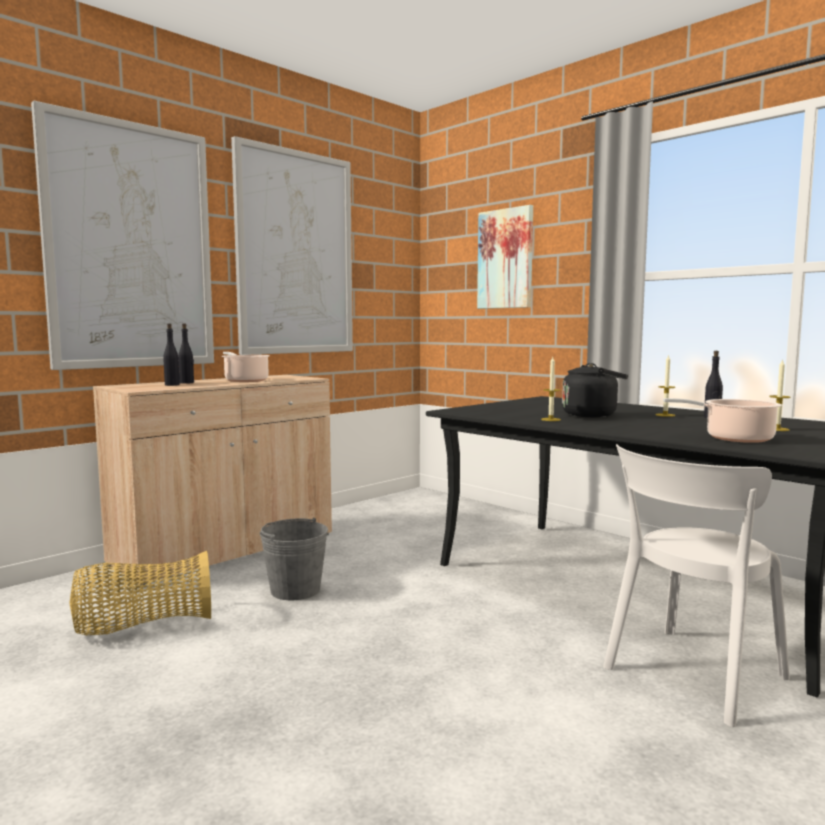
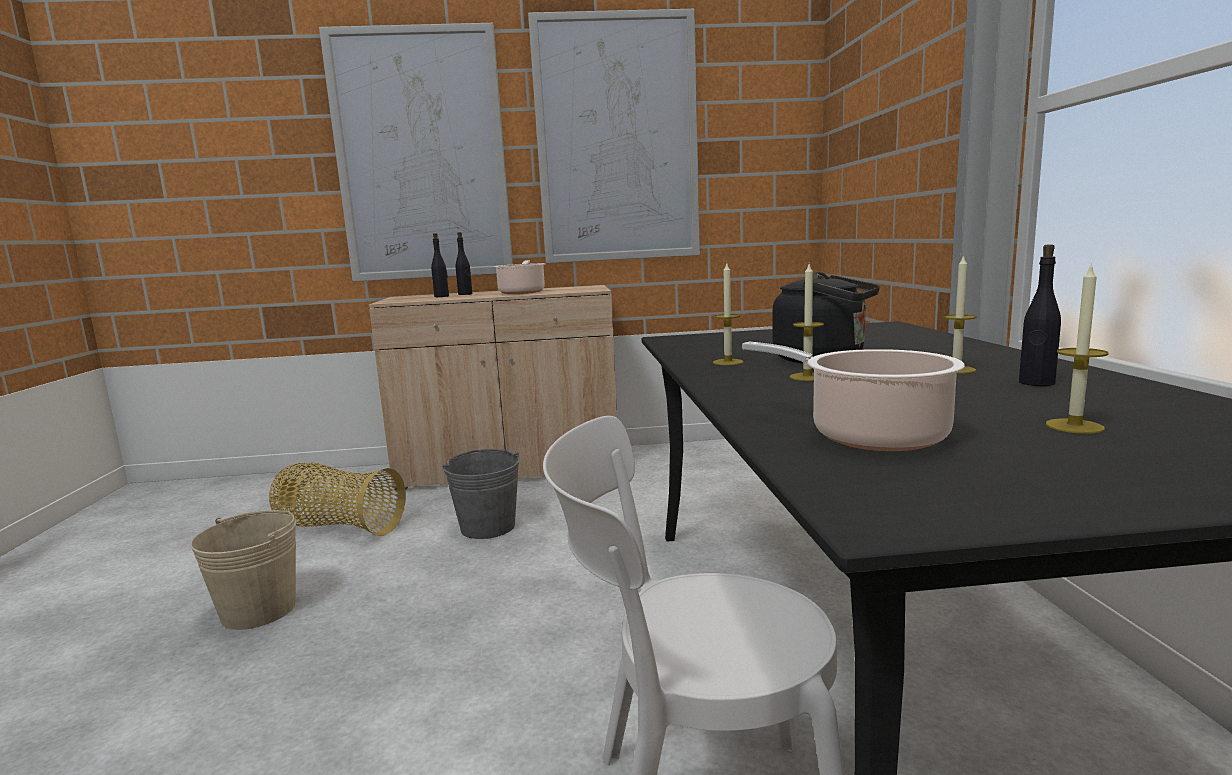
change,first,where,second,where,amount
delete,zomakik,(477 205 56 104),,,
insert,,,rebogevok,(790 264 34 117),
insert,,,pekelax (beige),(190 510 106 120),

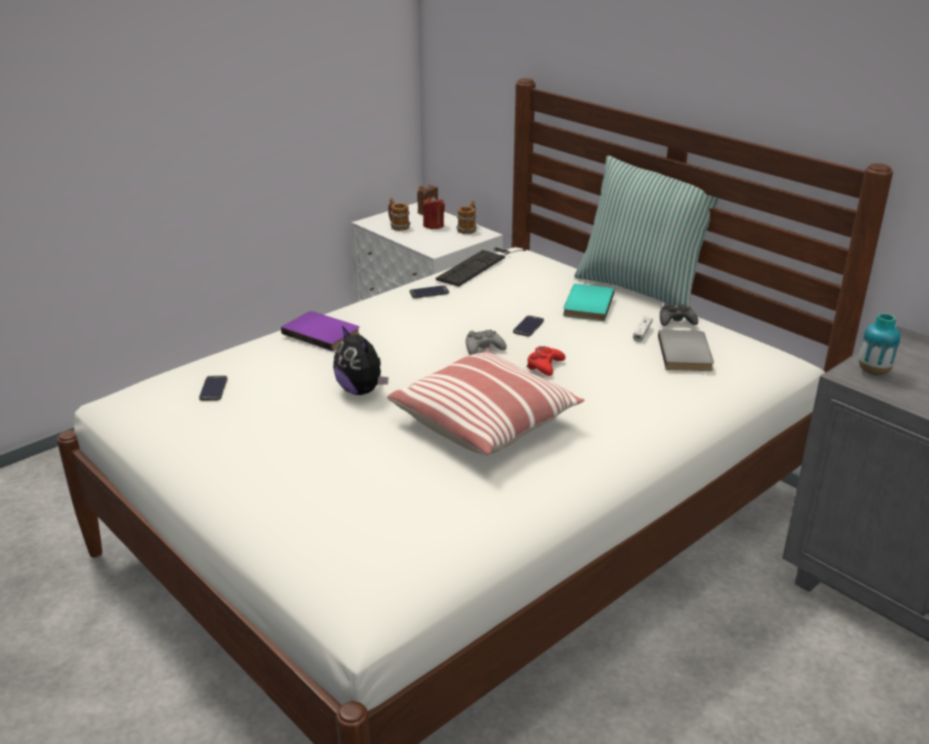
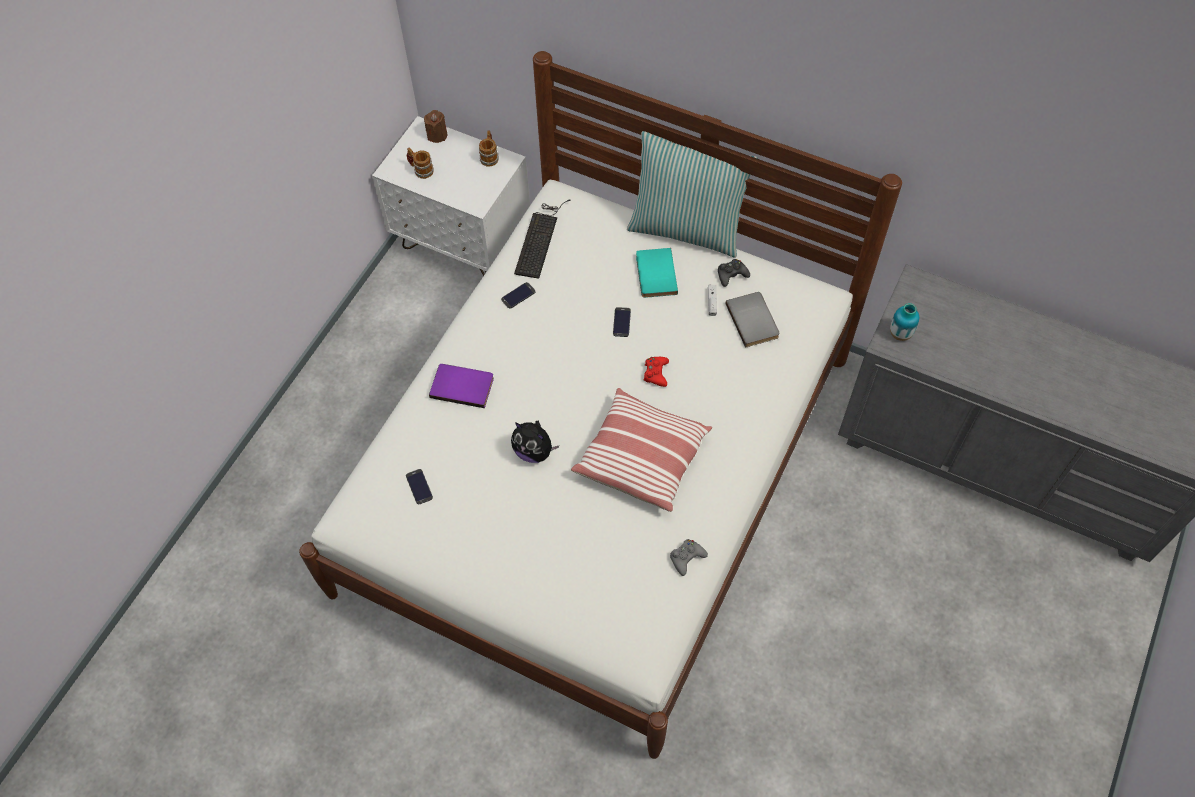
change,first,where,second,where,amount
delete,rebogevok (red),(423 196 22 33),,,
move,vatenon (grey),(466 329 41 26),,(670 539 38 37),

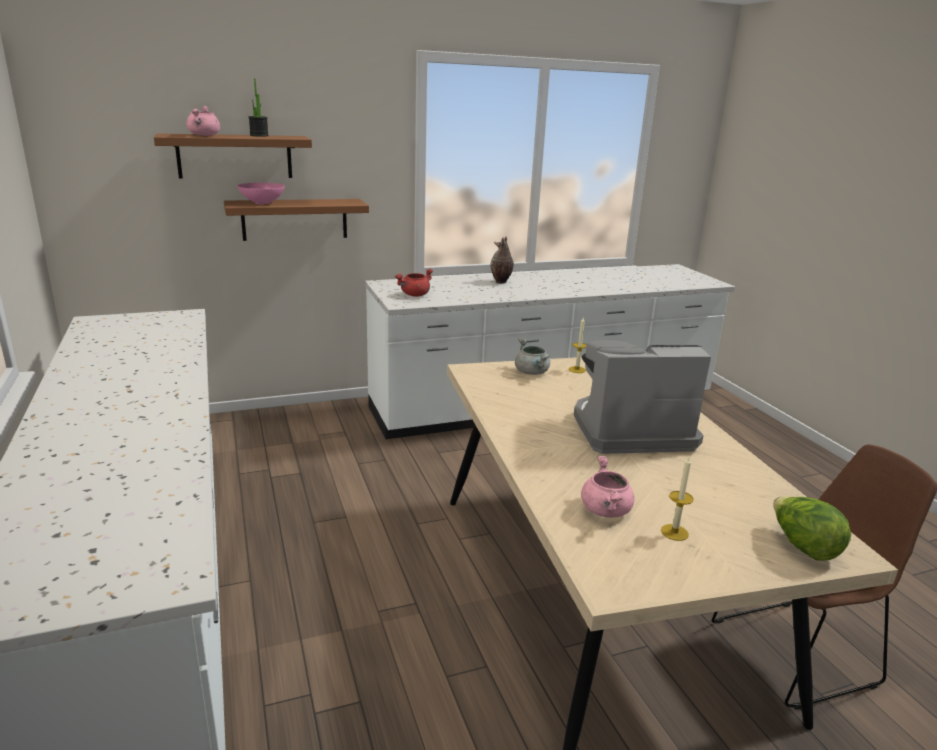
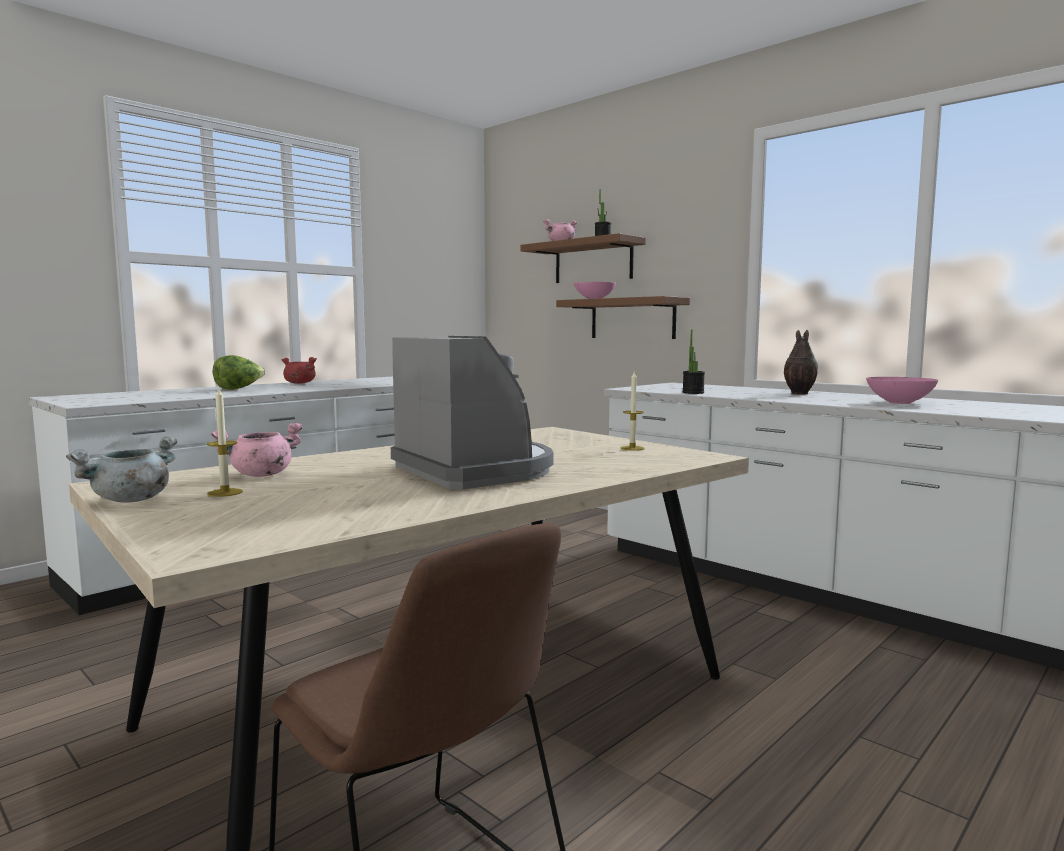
change,first,where,second,where,amount
move,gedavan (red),(395 269 38 28),,(281 357 36 27),
move,gedavan (grey),(515 338 35 37),,(66 436 112 67),
move,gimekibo,(773 496 78 65),,(213 355 53 35),
insert,,,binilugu,(682 329 23 65),
insert,,,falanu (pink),(866 377 73 27),

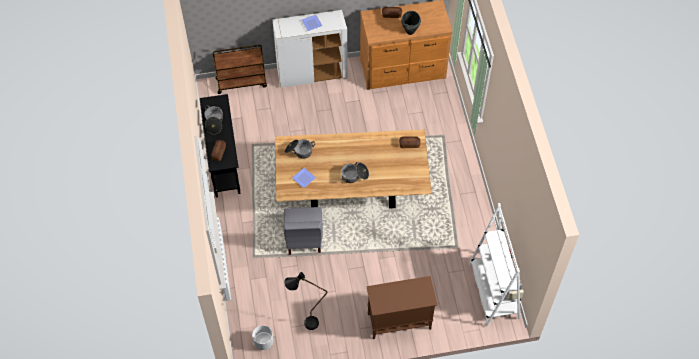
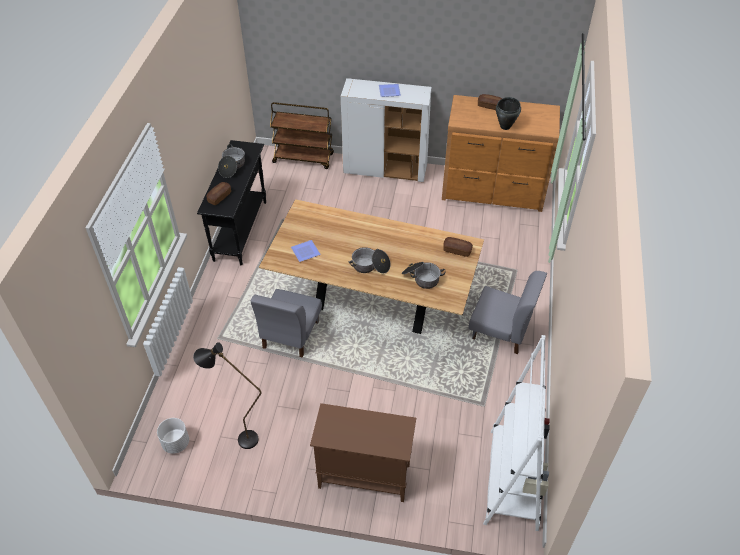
change,first,where,second,where,amount
move,gedavan,(285 139 30 20),,(402 262 44 27),
insert,,,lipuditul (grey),(469 271 78 83),

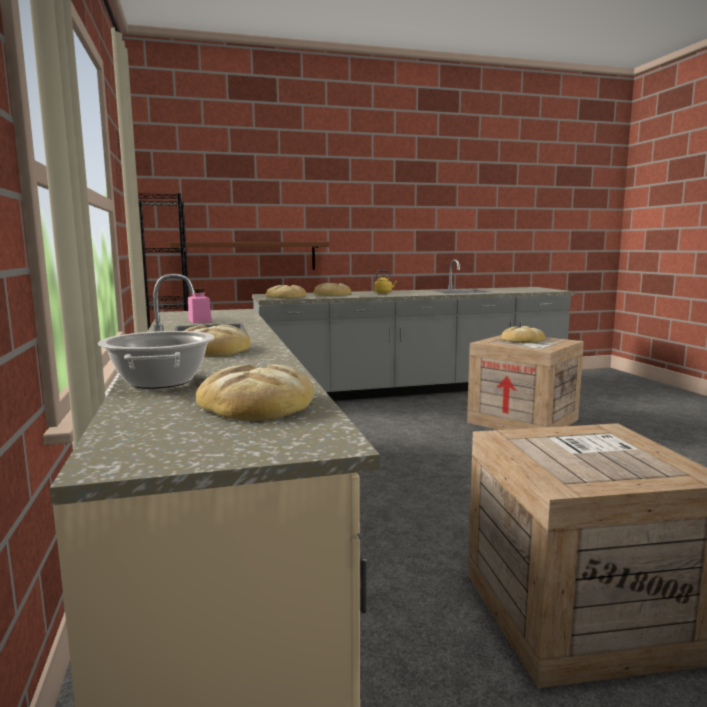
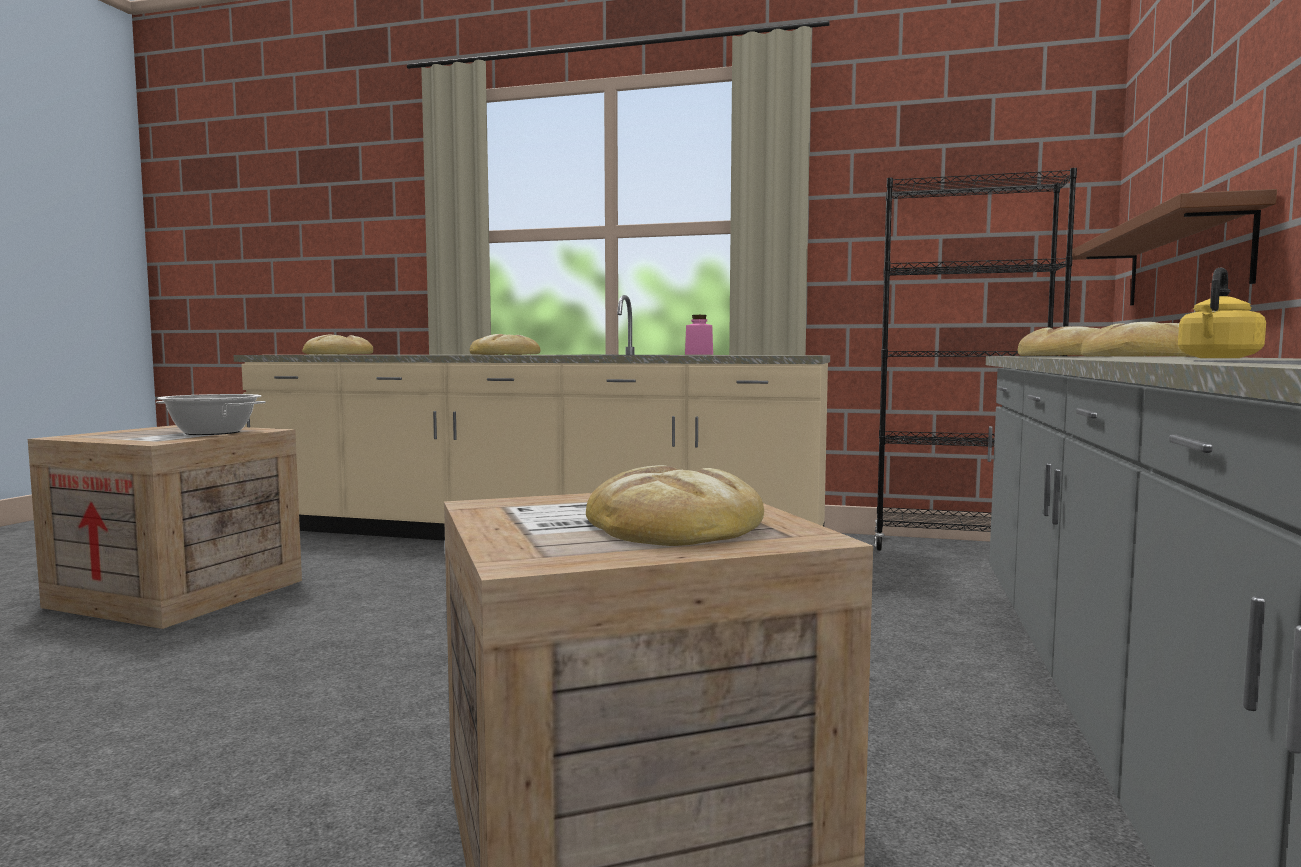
change,first,where,second,where,amount
move,gedavan,(98 331 116 58),,(156 394 110 41),

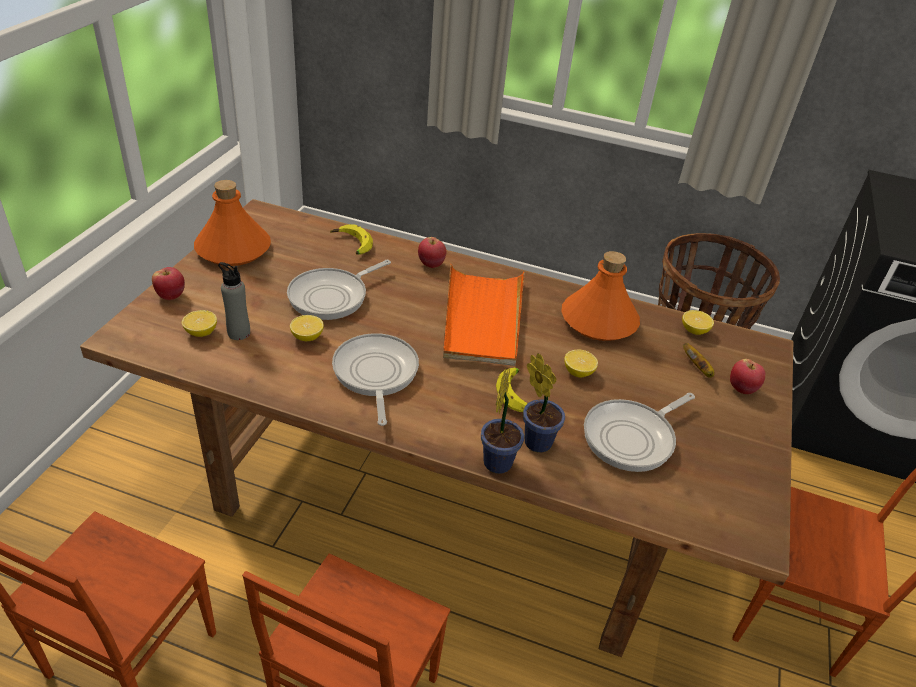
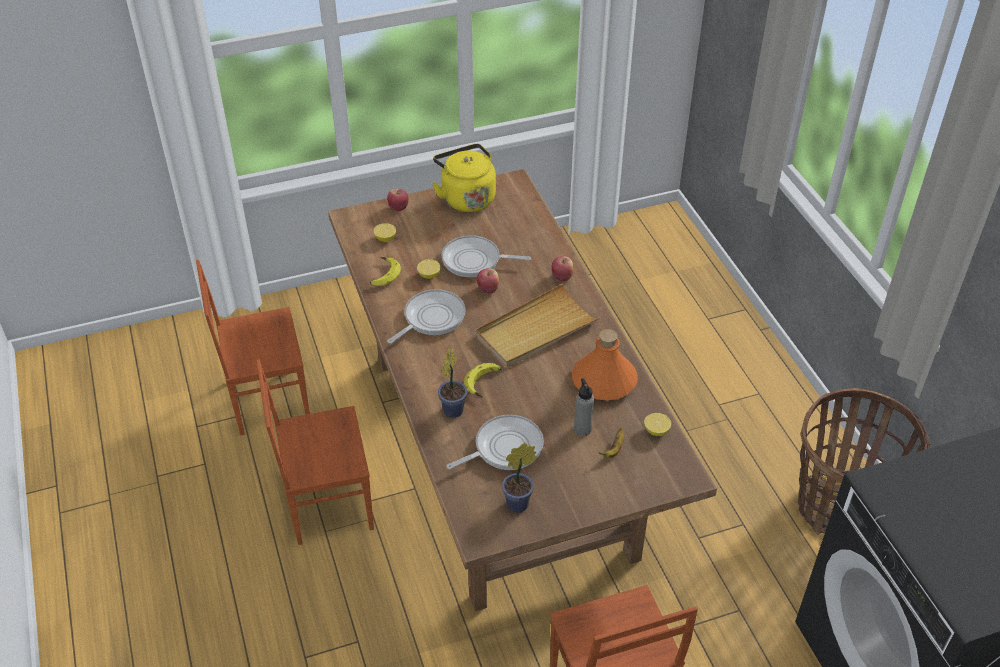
change,first,where,second,where,amount
replace,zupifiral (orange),(194 180 77 86),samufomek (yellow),(432 144 64 68),
move,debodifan,(330 224 43 31),,(370 257 31 29),
move,zupifiral (grey),(218 262 32 78),,(574 378 20 58),
recolor,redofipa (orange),(443 264 82 102),redofipa (beige),(476 283 124 84),
delete,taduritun,(564 349 34 29),,,
move,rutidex,(730 359 36 35),,(477 268 22 26),
move,binilugu,(481 368 43 106),,(502 443 35 70),
rotate,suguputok,(584 393 111 79),,(446 415 98 55),135 degrees clockwise

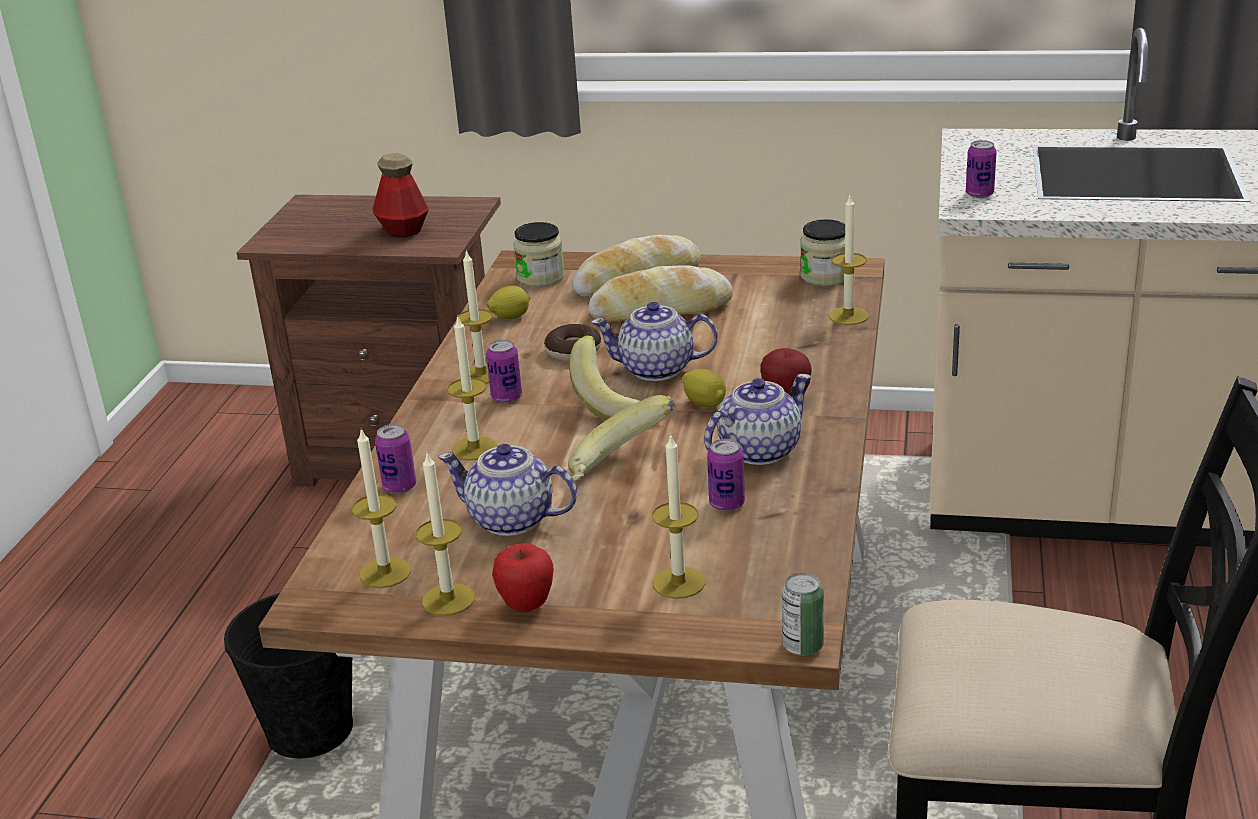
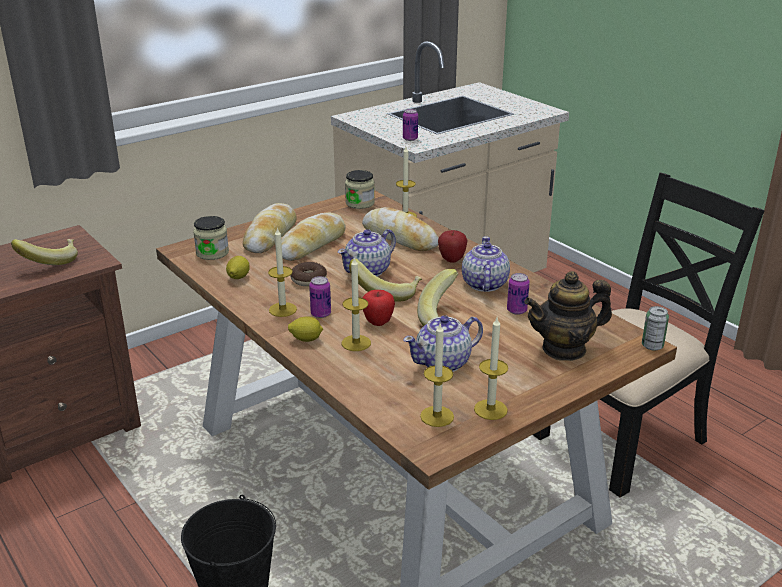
change,first,where,second,where,amount
replace,zupifiral,(373 153 55 84),debodifan,(11 239 67 26),
move,taduritun,(682 368 44 39),,(288 316 35 26),
delete,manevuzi,(375 424 41 70),,,
replace,rebogevok,(652 433 53 166),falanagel,(524 271 88 90),
move,rutidex,(492 543 61 69),,(363 290 32 36),
insert,,,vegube,(362 207 77 44),

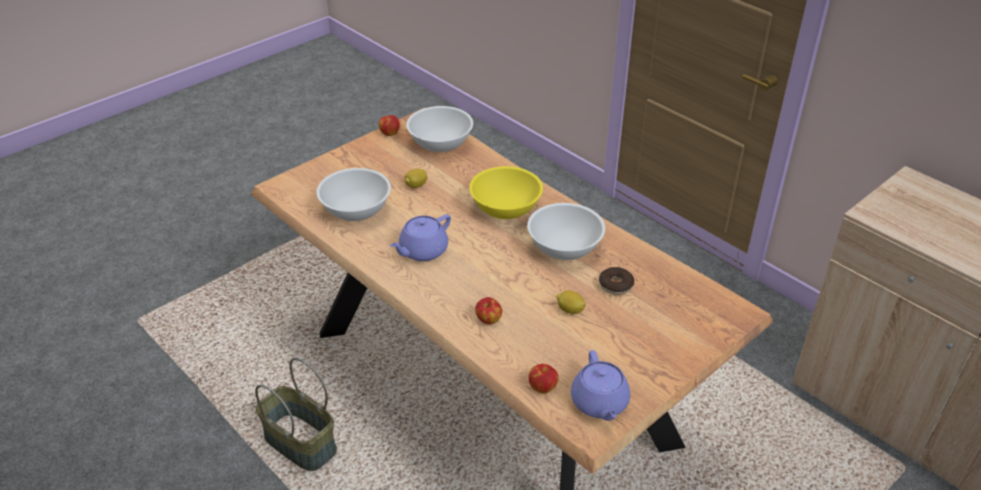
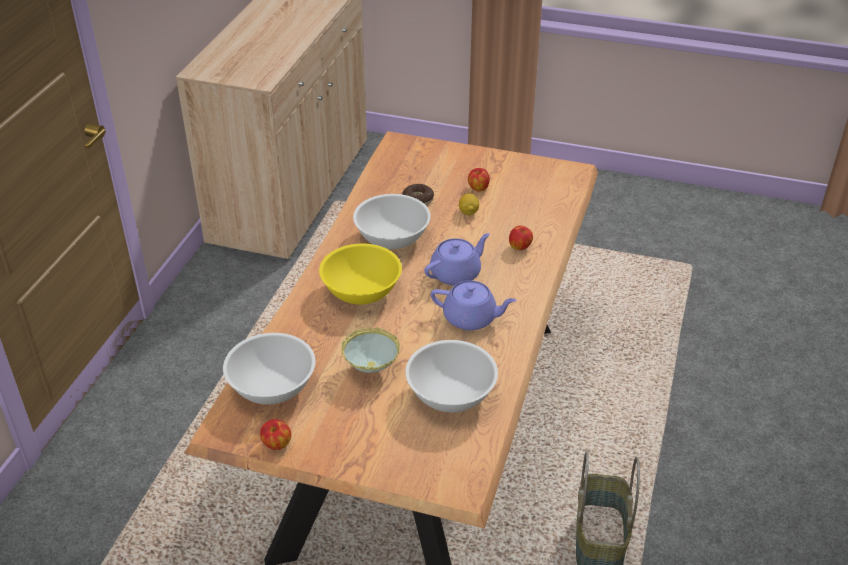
change,first,where,second,where,amount
replace,taduritun,(404 169 23 19),falanu,(341 327 59 46),
move,falanagel (purple),(571 350 59 71),,(424 233 66 53),
move,rutidex,(529 364 29 30),,(468 168 22 24),

